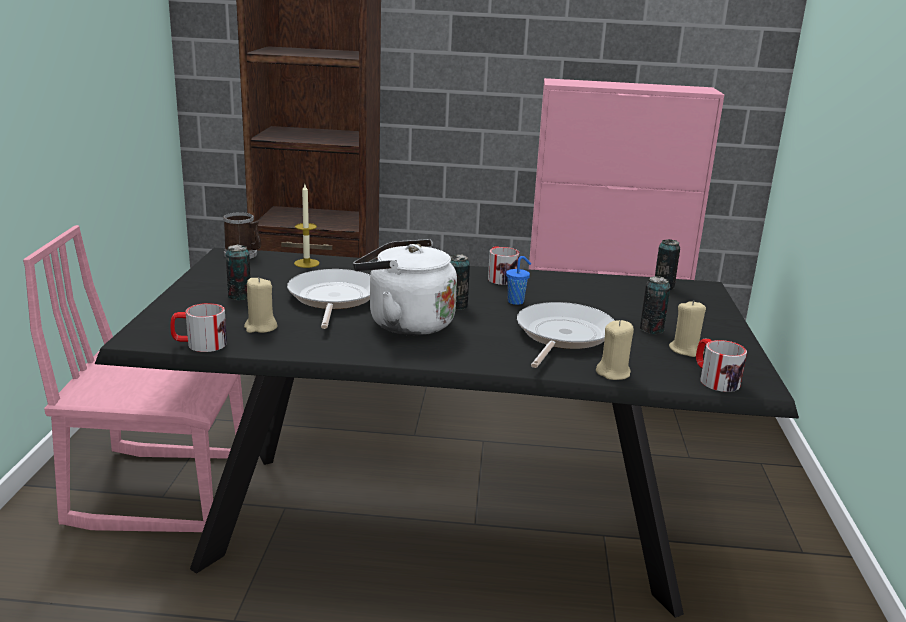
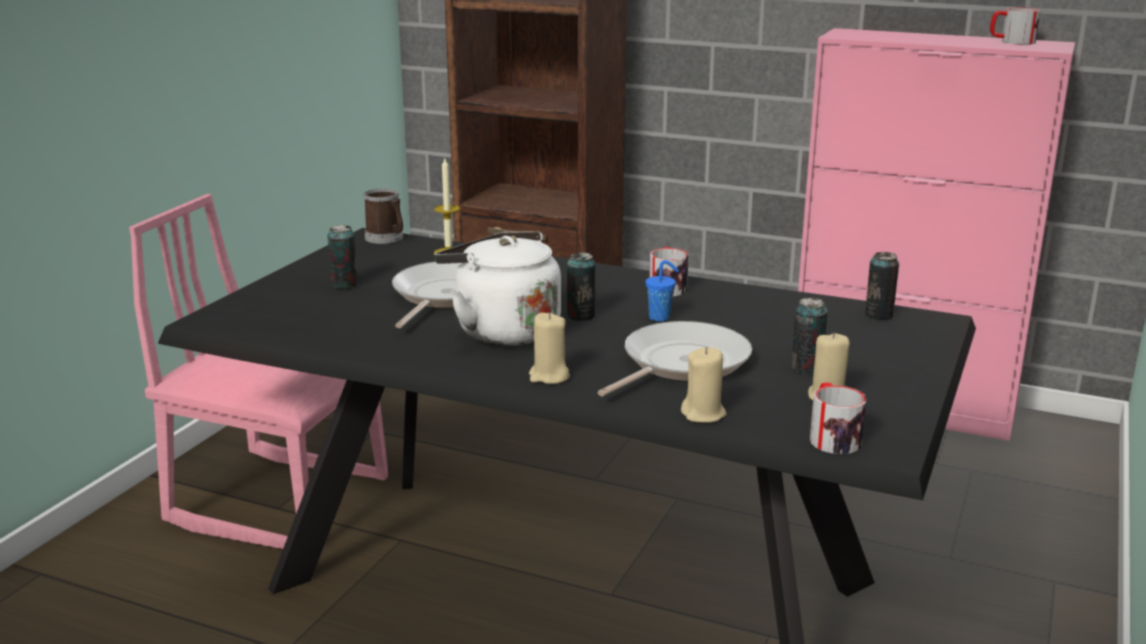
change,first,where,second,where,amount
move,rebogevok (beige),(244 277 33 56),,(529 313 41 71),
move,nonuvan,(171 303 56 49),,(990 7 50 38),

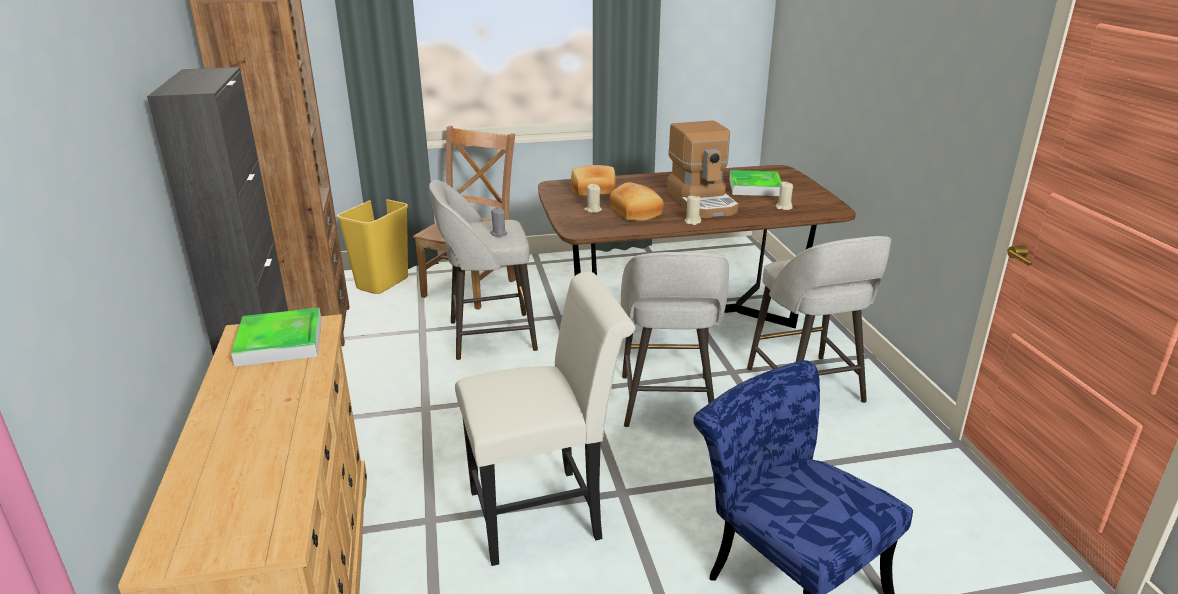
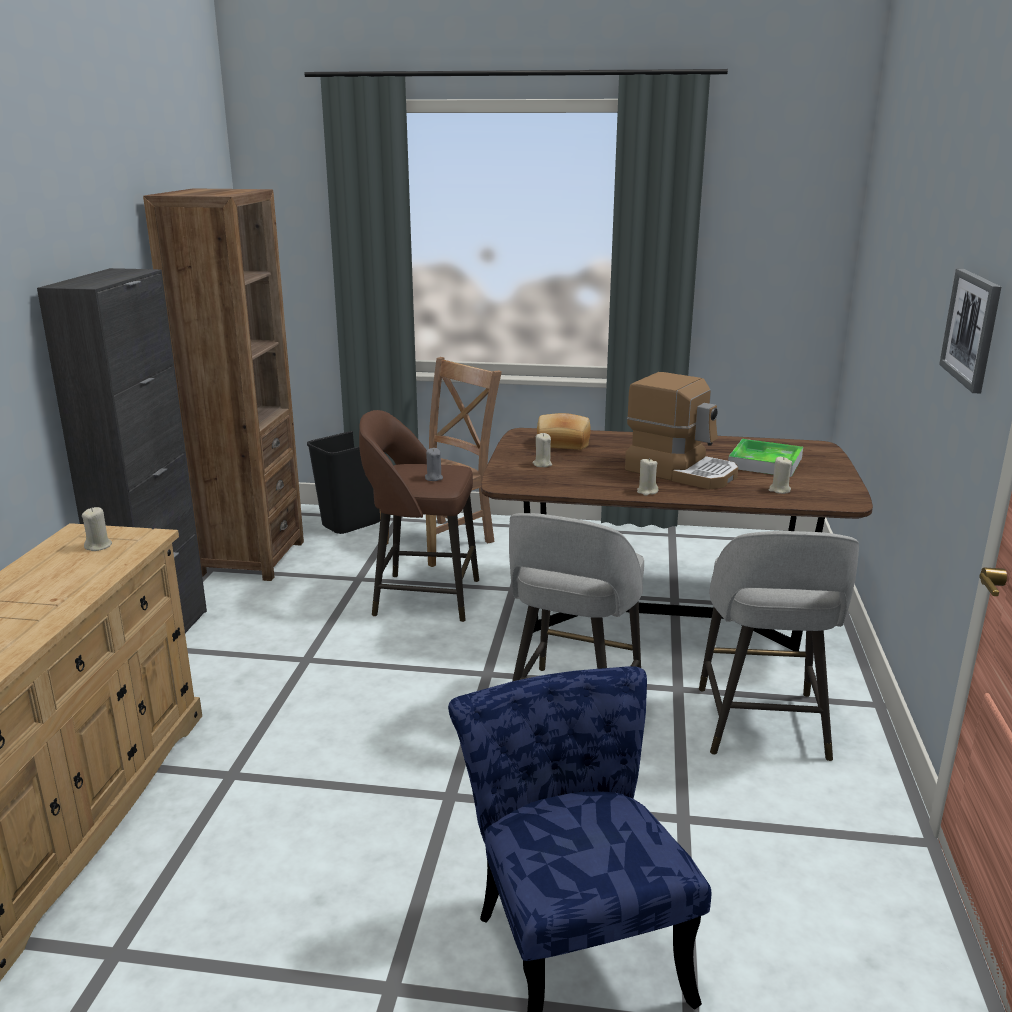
change,first,where,second,where,amount
rotate,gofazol,(667 120 71 98),,(625 372 113 118),60 degrees counterclockwise
recolor,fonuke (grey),(429 180 109 180),fonuke (brown),(359 410 120 212),
delete,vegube,(610 182 54 39),,,
recolor,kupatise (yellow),(337 199 71 95),kupatise (black),(307 431 78 103),
delete,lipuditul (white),(455 271 180 295),,,
replace,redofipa,(231 308 91 59),rebogevok (beige),(82 507 30 44),
insert,,,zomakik,(939 269 62 124),

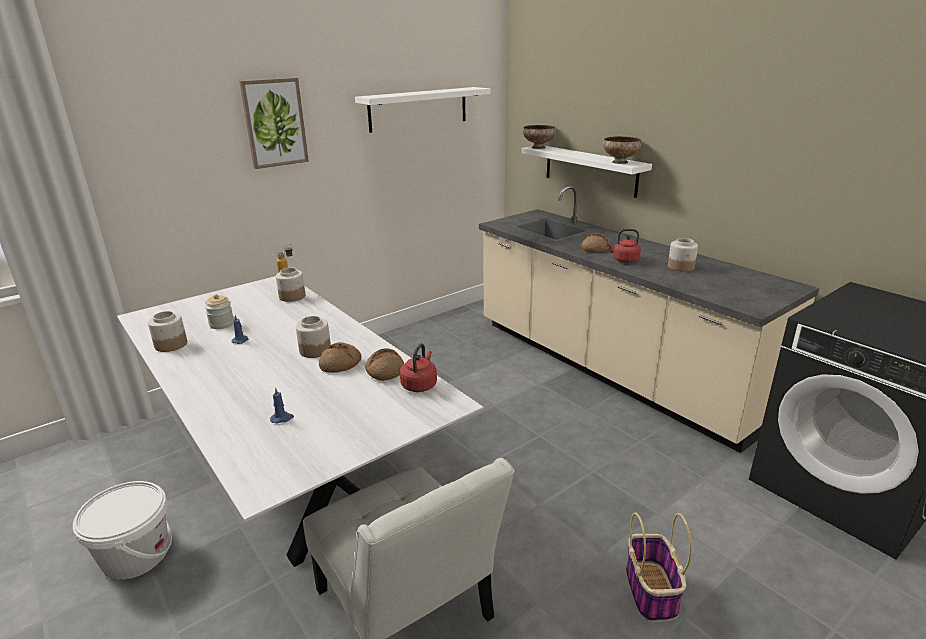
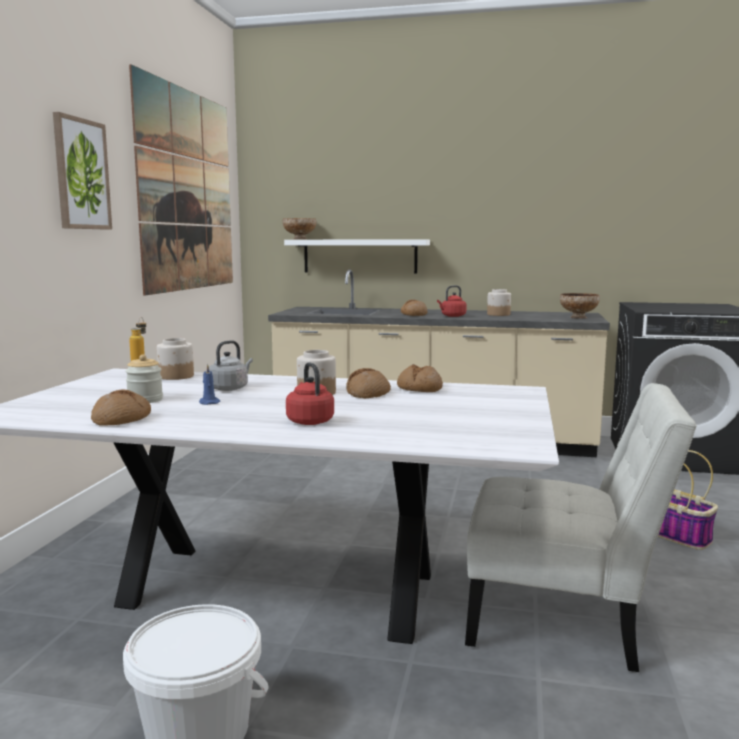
change,first,where,second,where,amount
replace,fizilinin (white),(355 87 136 46),zomakik,(129 64 104 232),
move,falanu,(603 136 39 28),,(560 293 40 26),
replace,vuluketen,(148 311 39 41),vegube,(91 389 60 37),
move,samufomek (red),(400 343 37 49),,(286 362 48 63),
delete,rebogevok (blue),(270 388 24 35),,,
insert,,,samufomek (grey),(209 340 44 51),

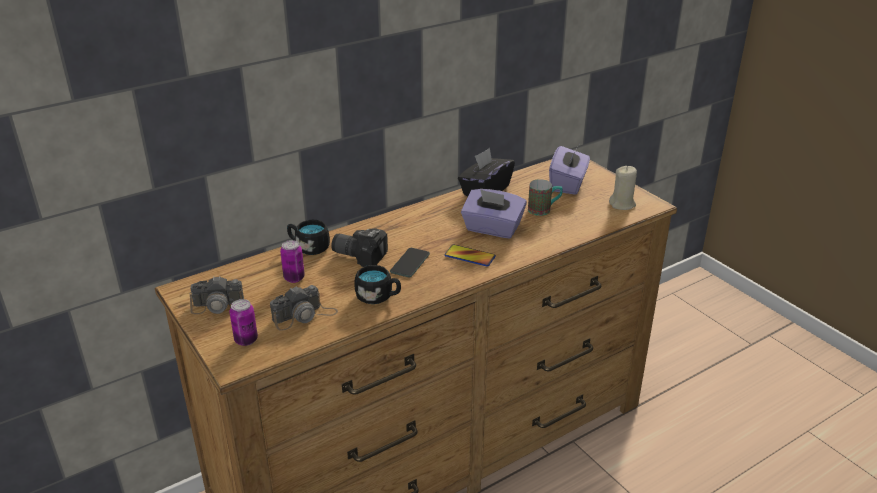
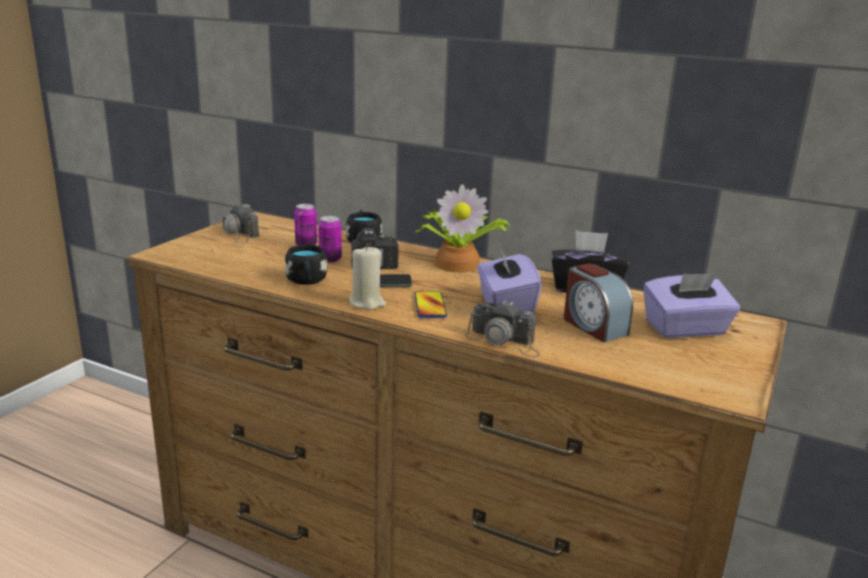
change,first,where,second,where,amount
move,rebogevok (beige),(609 166 28 44),,(349 245 37 65),
replace,nonuvan,(528 179 35 37),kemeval,(564 263 69 79),
move,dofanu,(270 285 68 46),,(465 300 75 57),
move,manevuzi,(229 299 29 47),,(318 216 24 47),
insert,,,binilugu,(415 184 95 88),

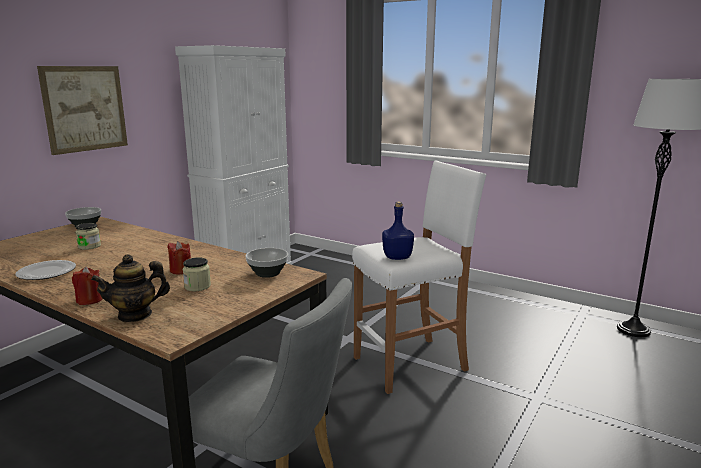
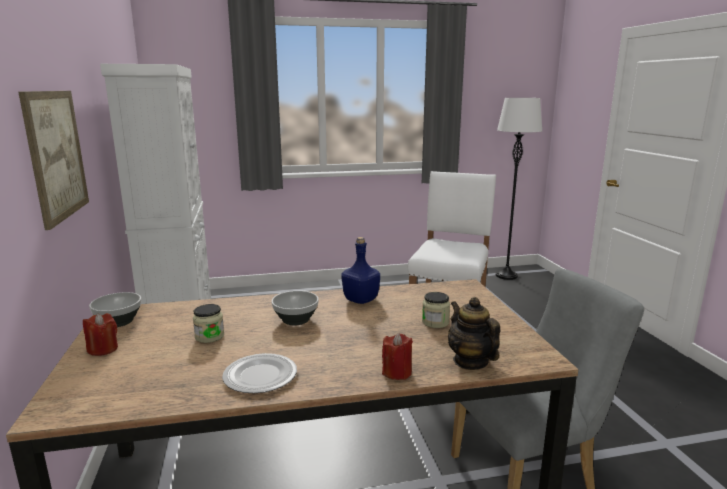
change,first,where,second,where,amount
move,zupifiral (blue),(382 202 32 58),,(341 237 39 67),
move,rebogevok (red),(167 241 24 33),,(83 313 35 43),
move,falanu,(246 248 42 30),,(271 291 48 34),
rotate,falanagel,(91 254 79 68),,(448 297 52 73),135 degrees clockwise

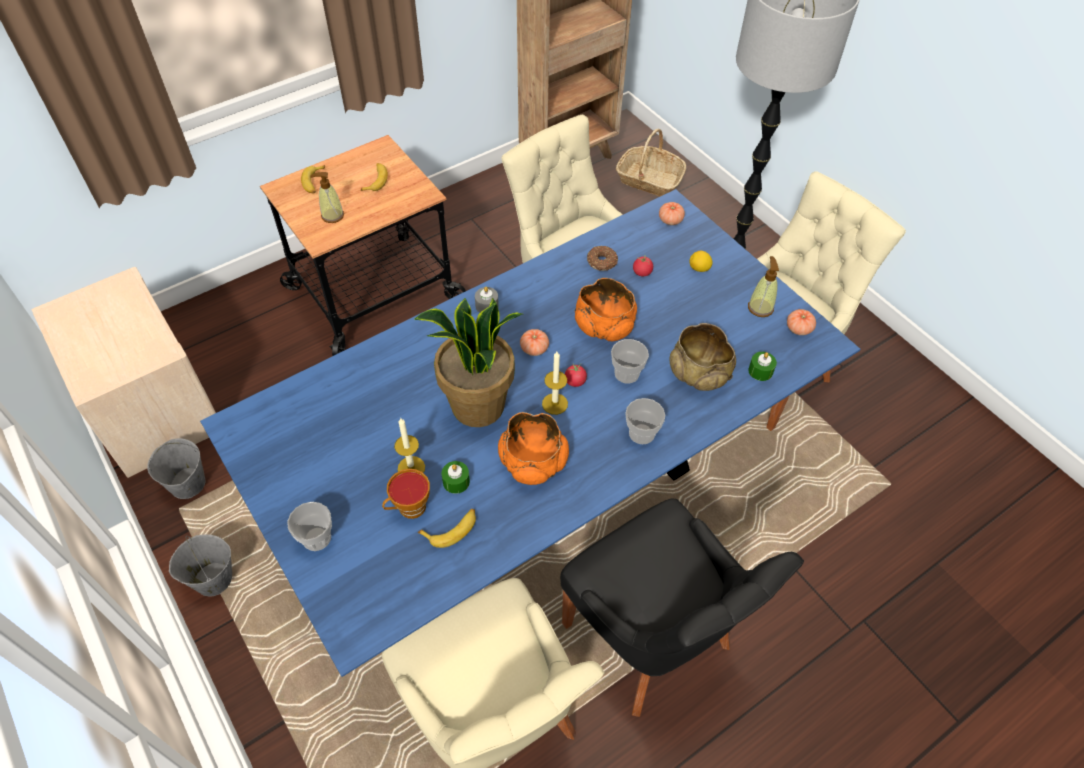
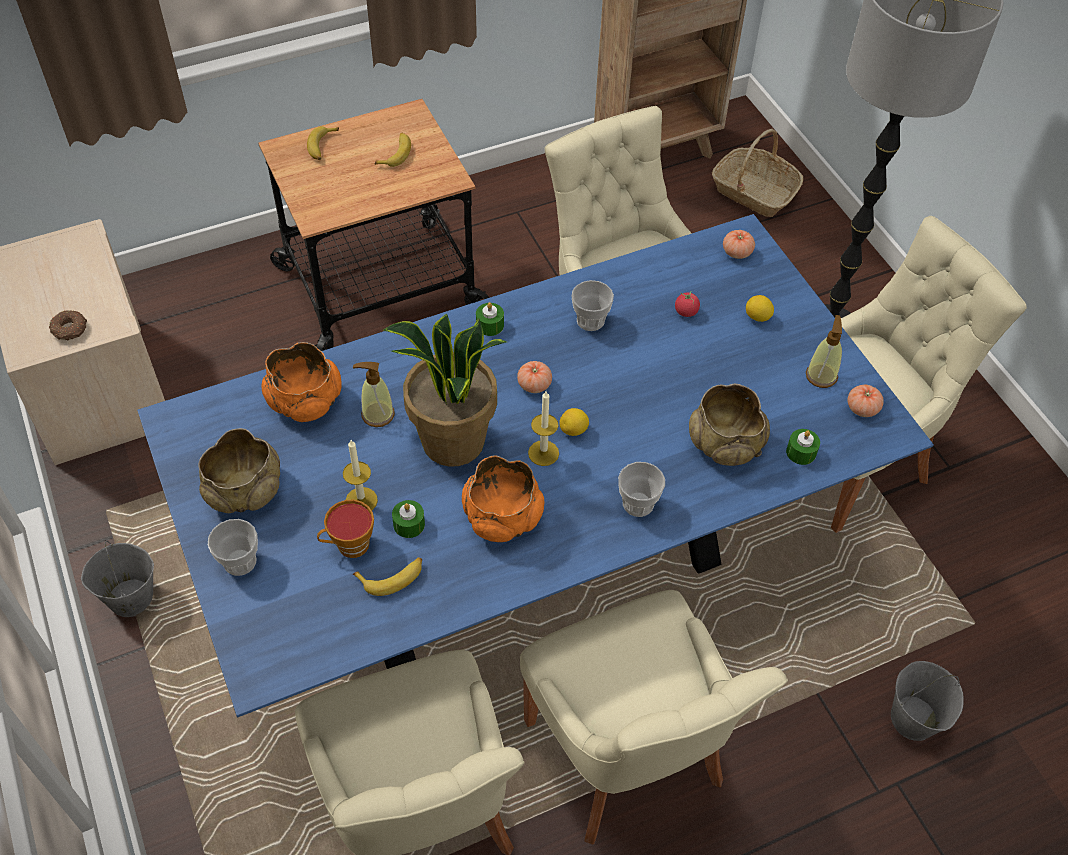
change,first,where,second,where,amount
move,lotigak,(310 172 34 51),,(353 362 42 65),
move,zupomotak,(587 246 31 25),,(49 310 38 30),
move,falanu (orange),(574 278 63 63),,(262 342 79 80),
recolor,rebogevok (grey),(475 287 24 26),rebogevok (green),(476 302 28 34),
move,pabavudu,(611 339 38 45),,(571 280 43 51),
replace,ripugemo,(565 364 22 23),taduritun,(559 408 30 28),
move,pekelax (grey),(147 438 59 61),,(891 661 73 80),
recolor,lipuditul (black),(560 499 244 218),lipuditul (beige),(520 590 268 255),
insert,,,falanu (beige),(198 428 82 85),

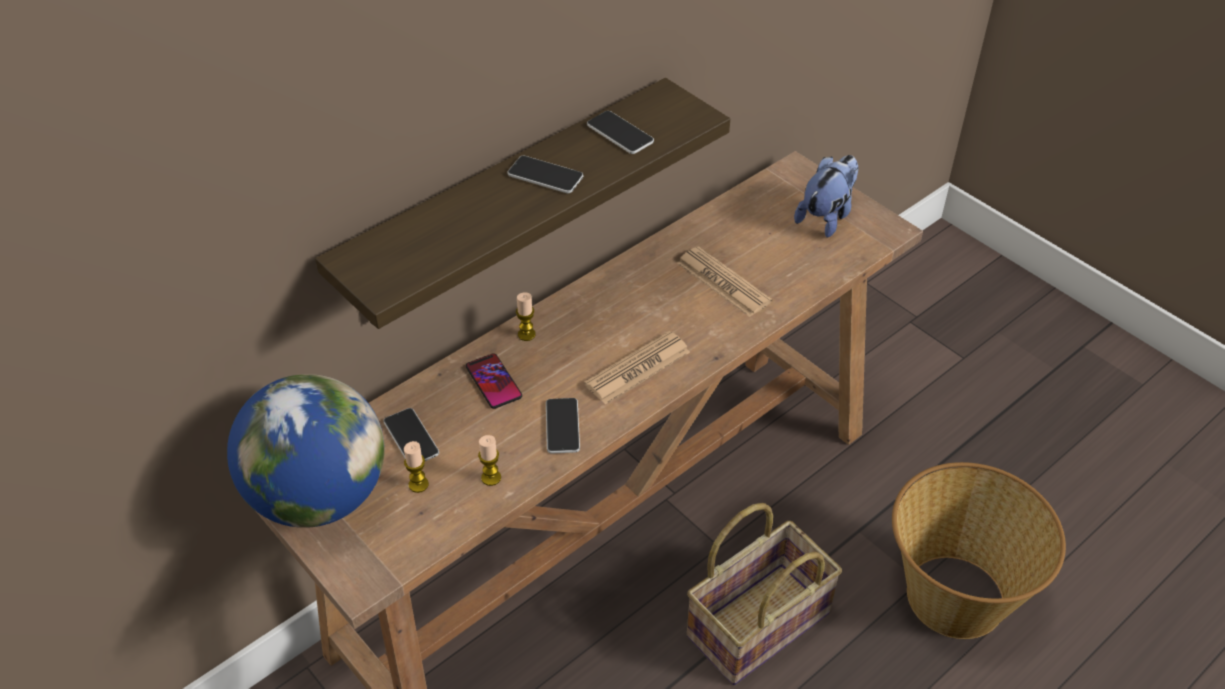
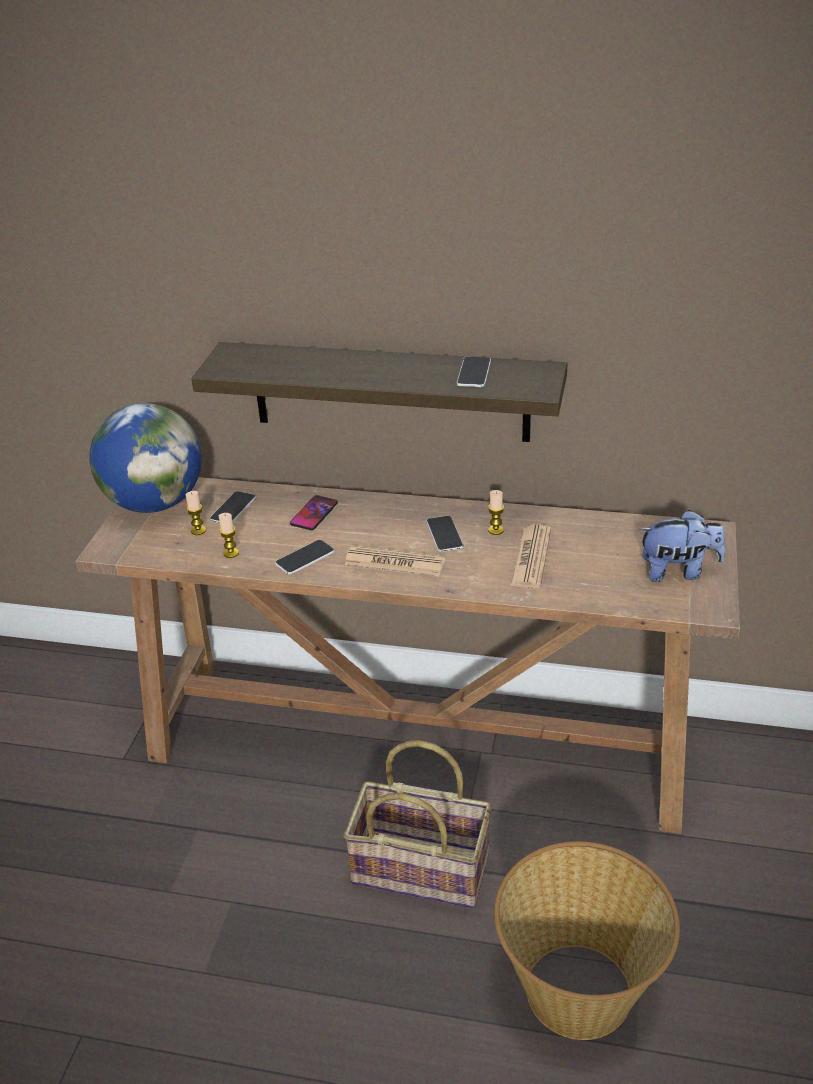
change,first,where,second,where,amount
move,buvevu,(507 156 76 37),,(426 516 38 36),
move,rebogevok,(516 292 20 49),,(488 490 16 45),

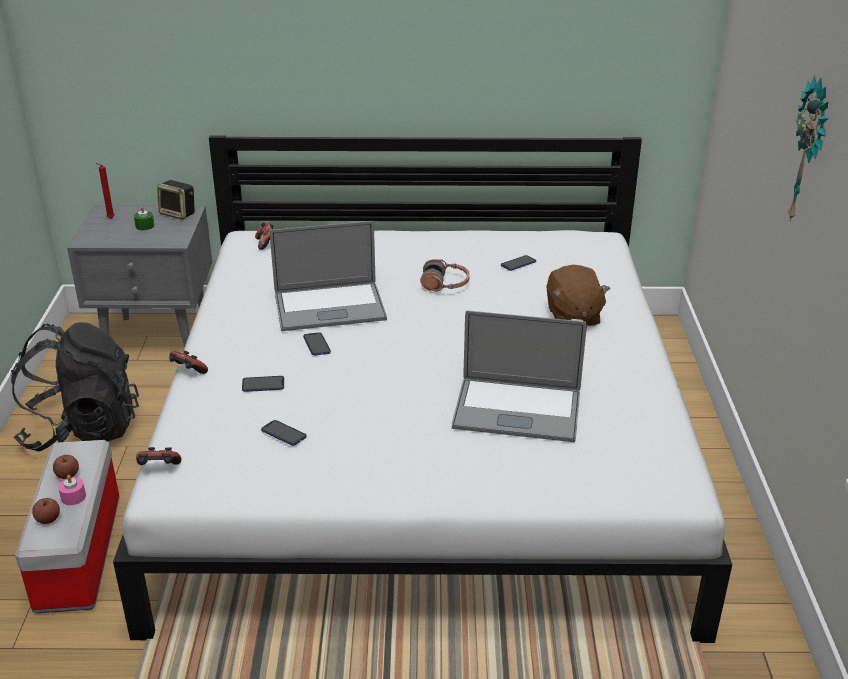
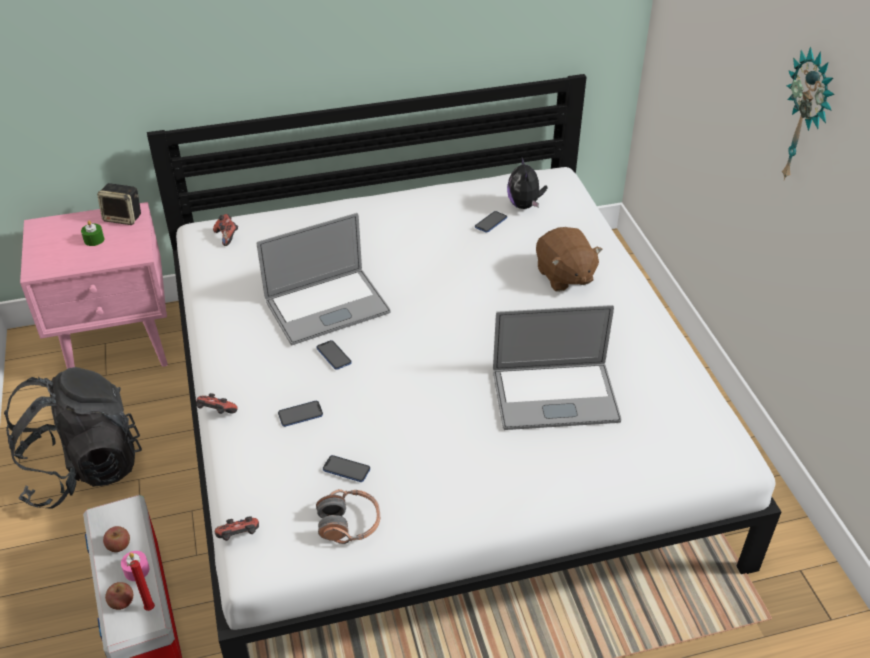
change,first,where,second,where,amount
move,rebogevok (red),(95 163 19 56),,(127 560 28 51),
recolor,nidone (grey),(67 205 145 142),nidone (pink),(20 202 148 167),
move,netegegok,(420 259 50 33),,(316 489 64 55),
insert,,,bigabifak,(507 157 40 52),

